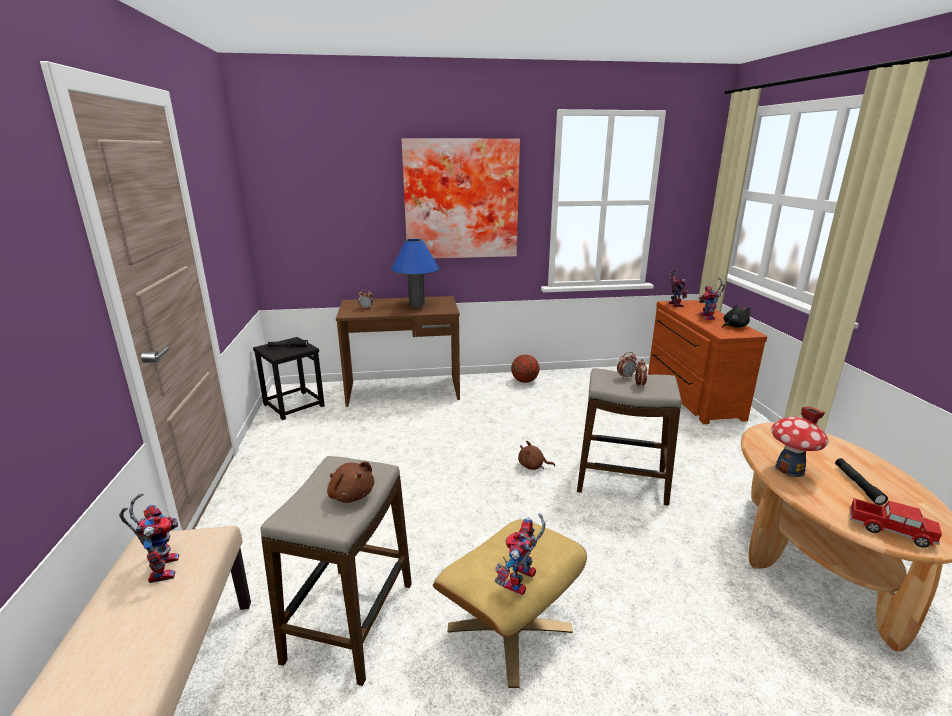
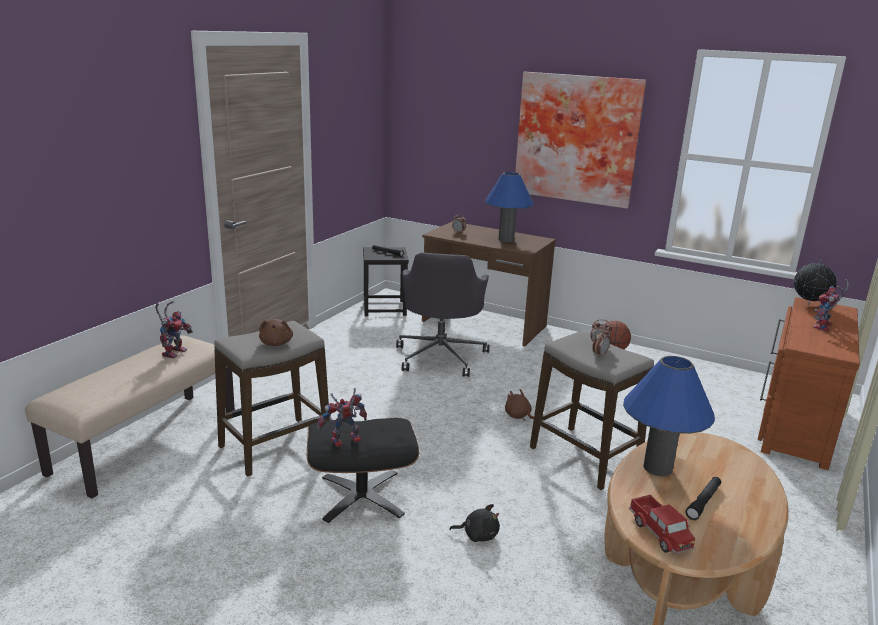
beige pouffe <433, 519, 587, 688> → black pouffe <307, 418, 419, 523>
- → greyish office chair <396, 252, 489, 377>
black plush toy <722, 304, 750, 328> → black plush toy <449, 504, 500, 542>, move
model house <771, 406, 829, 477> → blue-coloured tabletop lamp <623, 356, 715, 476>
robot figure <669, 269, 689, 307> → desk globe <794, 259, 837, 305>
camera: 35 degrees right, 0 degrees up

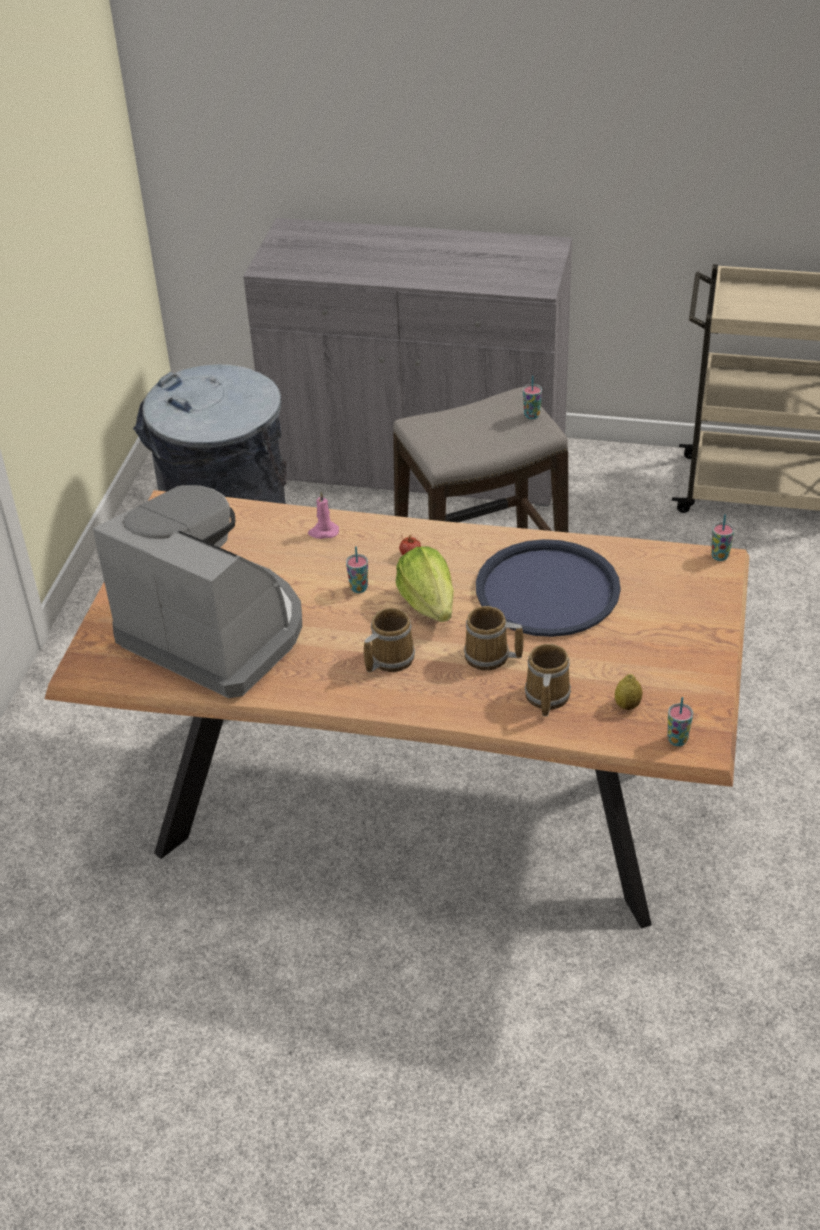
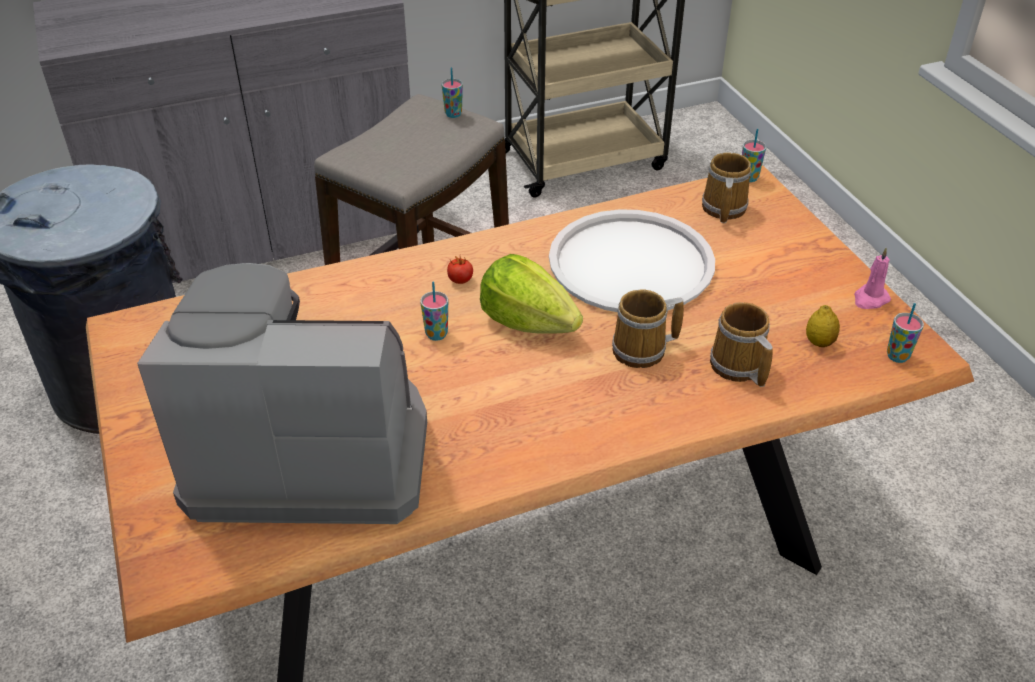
blue-coloured carrying tray <476, 539, 621, 637> → white-coloured carrying tray <549, 209, 715, 312>
tea mug <364, 608, 415, 673> → tea mug <702, 152, 752, 223>, move
pinkish wax light <308, 492, 339, 539> → pinkish wax light <854, 248, 891, 309>, move
camera: 35 degrees left, 0 degrees up

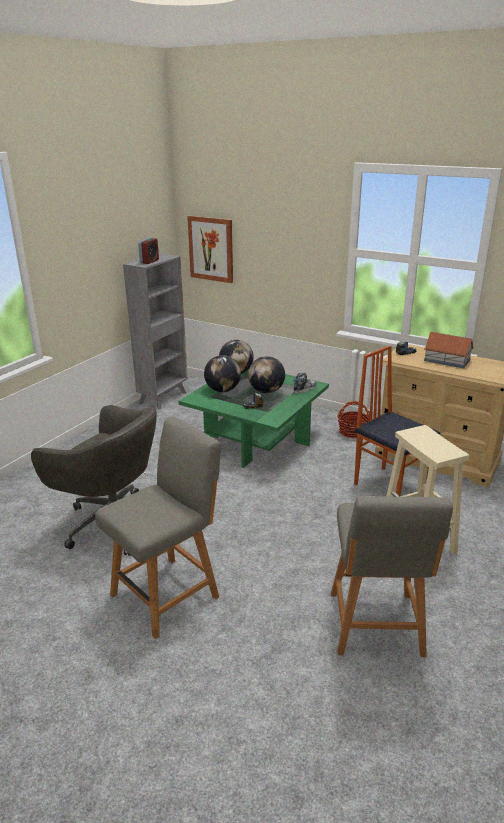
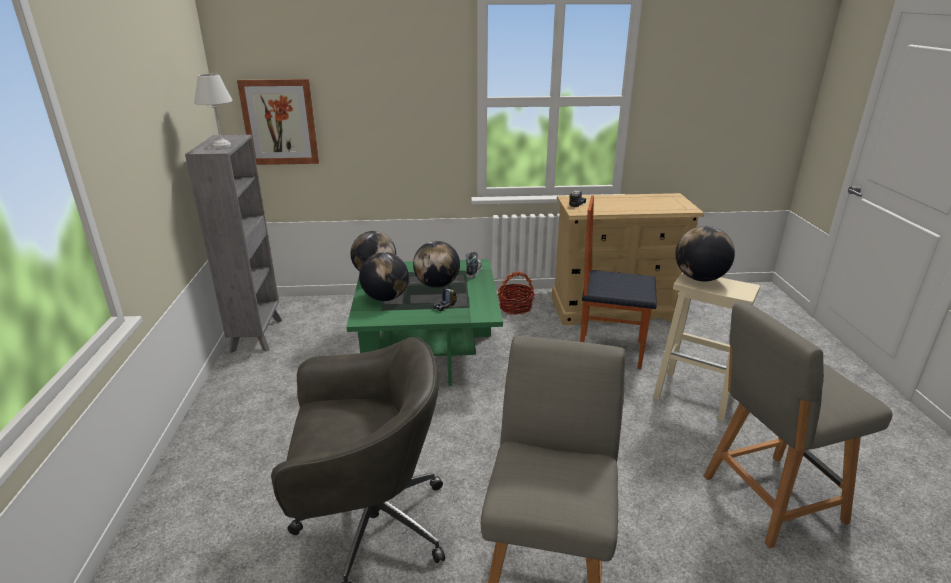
alarm clock <138, 237, 159, 264> → white-coloured tabletop lamp <194, 74, 233, 148>
- → desk globe <675, 226, 735, 281>
greyish plain chair <331, 496, 453, 657> → greyish plain chair <704, 301, 893, 548>, 105 degrees clockwise
model house <424, 332, 474, 369> → -
camera: 35 degrees left, 0 degrees up

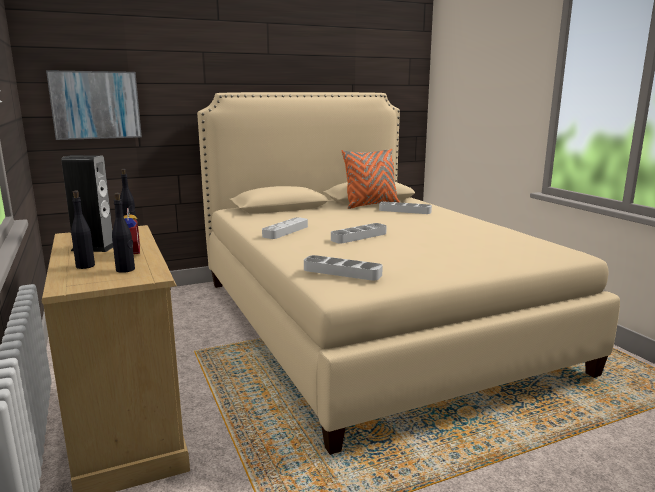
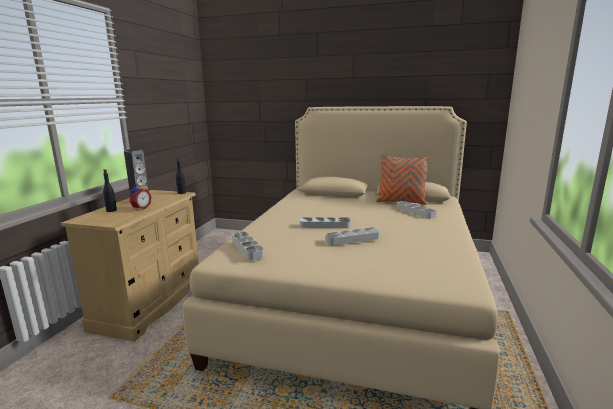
greyish carrying tray <262, 217, 308, 239> → greyish carrying tray <325, 227, 380, 246>, move
wall picture <46, 70, 142, 140> → -
black drink bottle <112, 193, 135, 273> → -
camera: 40 degrees right, 0 degrees up

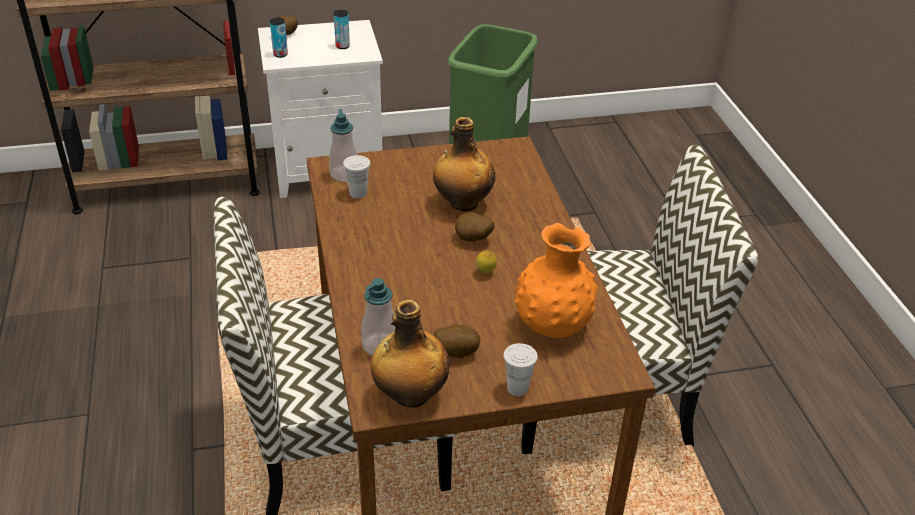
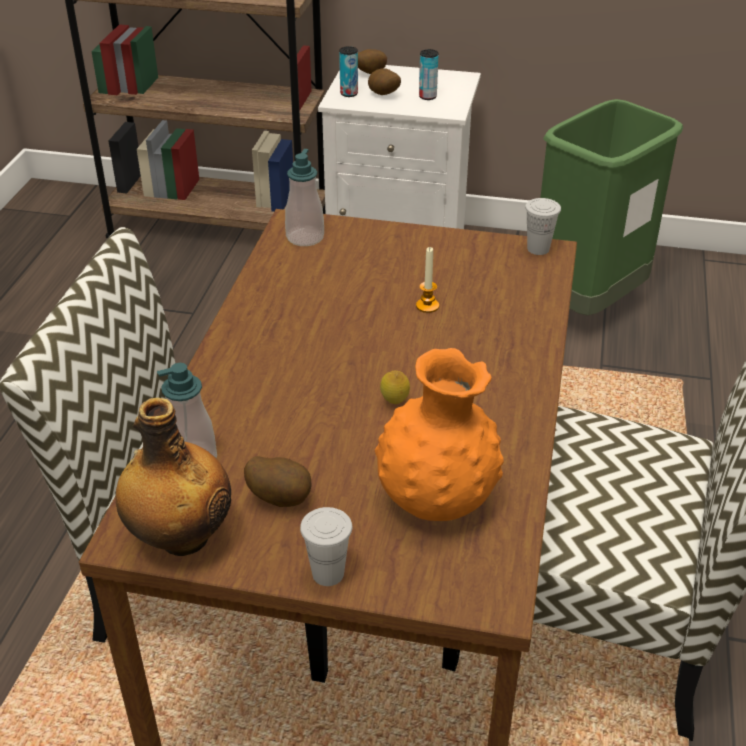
spud <455, 212, 495, 242> → spud <368, 68, 401, 95>, move
drink bottle <433, 117, 496, 212> → wax light <416, 247, 439, 313>
white-coloured small cup <343, 155, 370, 199> → white-coloured small cup <525, 198, 561, 255>, move
camera: 25 degrees right, 0 degrees up

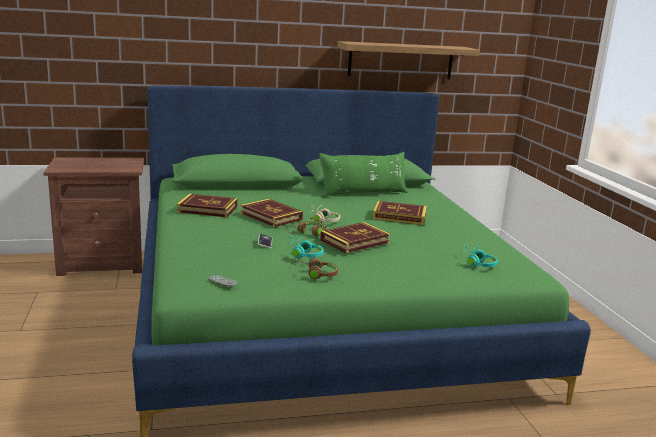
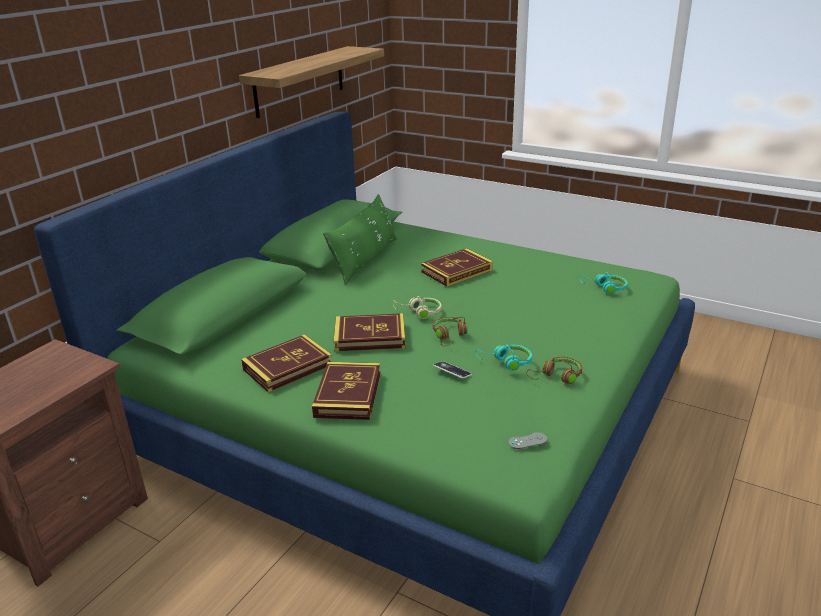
volume <320, 222, 391, 253> → volume <312, 362, 380, 420>, move
camera: 45 degrees left, 10 degrees up

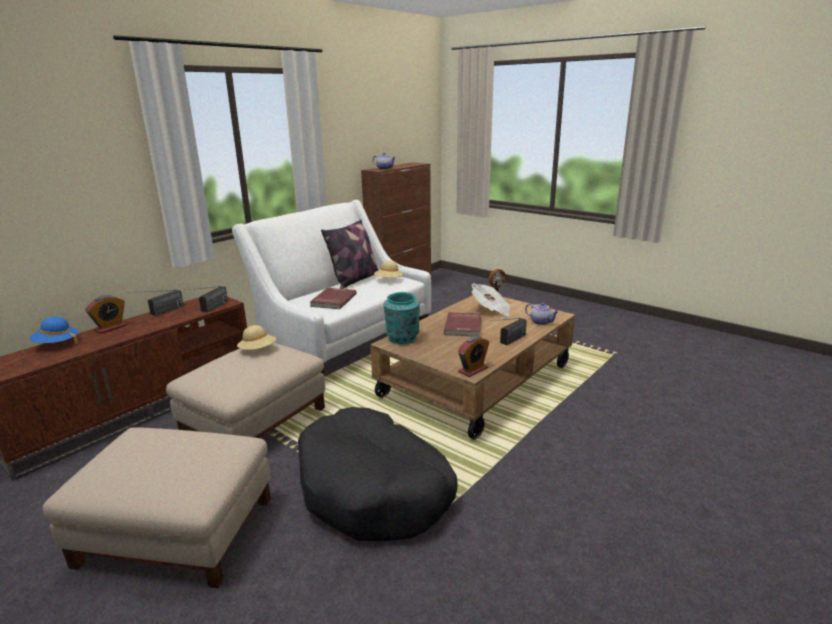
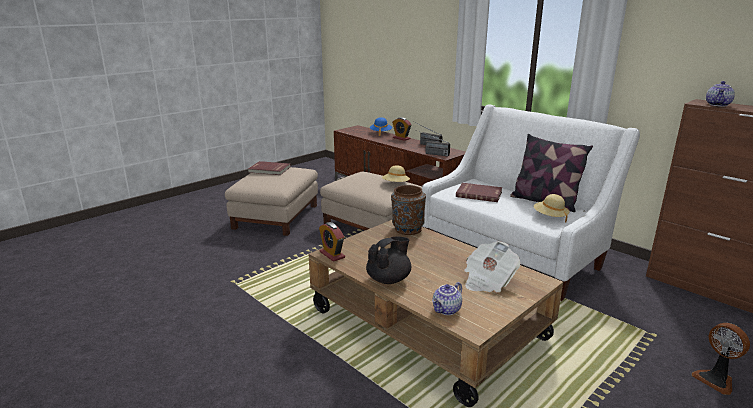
reddish volume <444, 312, 481, 336> → reddish volume <248, 161, 291, 175>, move
radio <491, 317, 527, 345> → black tea pot <366, 237, 411, 284>
turquoise-coloured vase <384, 292, 420, 344> → brownish vase <391, 185, 426, 235>
black pet bed <298, 407, 458, 541> → -
camera: 95 degrees right, 0 degrees up

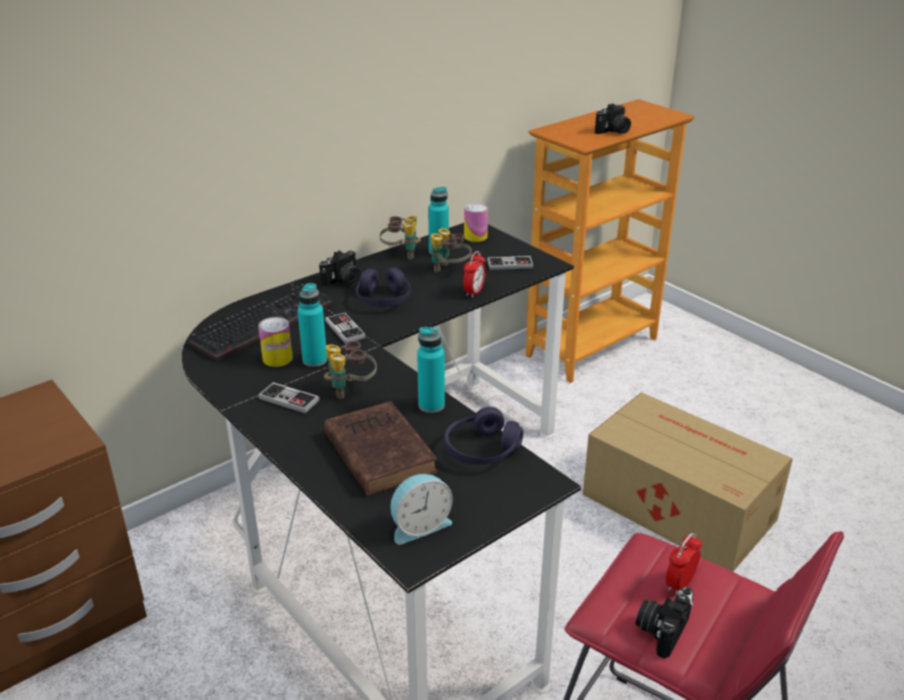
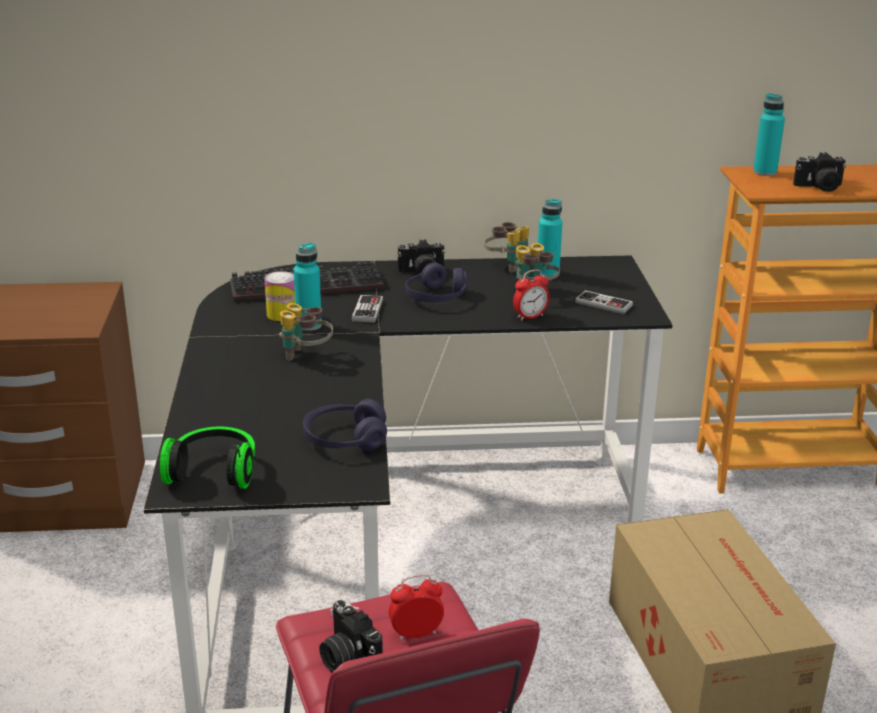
alarm clock <391, 474, 453, 545> → headphones <159, 427, 255, 489>
still camera <636, 587, 694, 658> → still camera <319, 600, 383, 672>, 105 degrees counterclockwise
turquoise-coloured drink bottle <417, 327, 445, 413> → turquoise-coloured drink bottle <753, 93, 785, 176>, move
game controller <258, 382, 320, 413> → -
brownish volume <324, 401, 438, 496> → -
can <464, 203, 488, 242> → -
camera: 35 degrees right, 5 degrees down

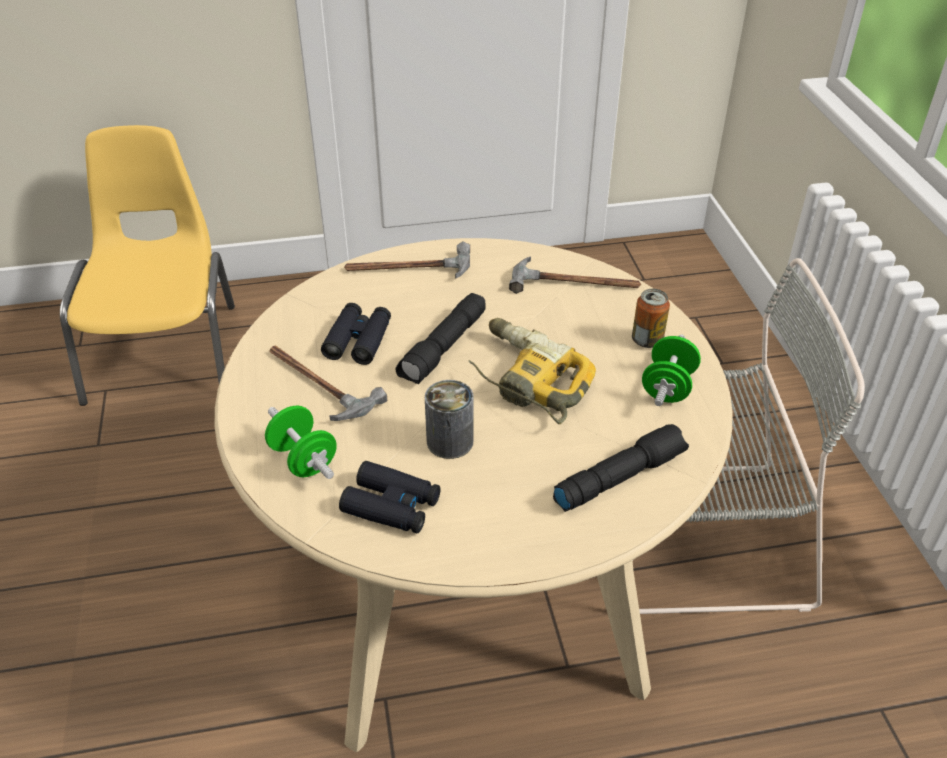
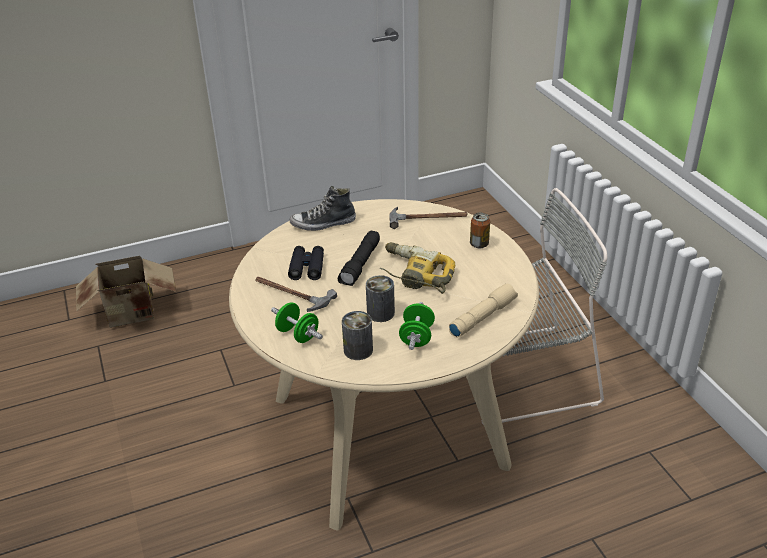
yellow plain chair <60, 125, 235, 406> → cardboard box <76, 256, 176, 328>
hammer <344, 241, 470, 278> → low shoe <290, 186, 356, 231>
black pair of binoculars <339, 461, 441, 533> → can <342, 311, 373, 360>
green free weight <642, 335, 701, 406> → green free weight <399, 302, 435, 350>, move
black torch <553, 424, 689, 512> → beige torch <449, 283, 518, 338>
camera: 10 degrees left, 5 degrees down

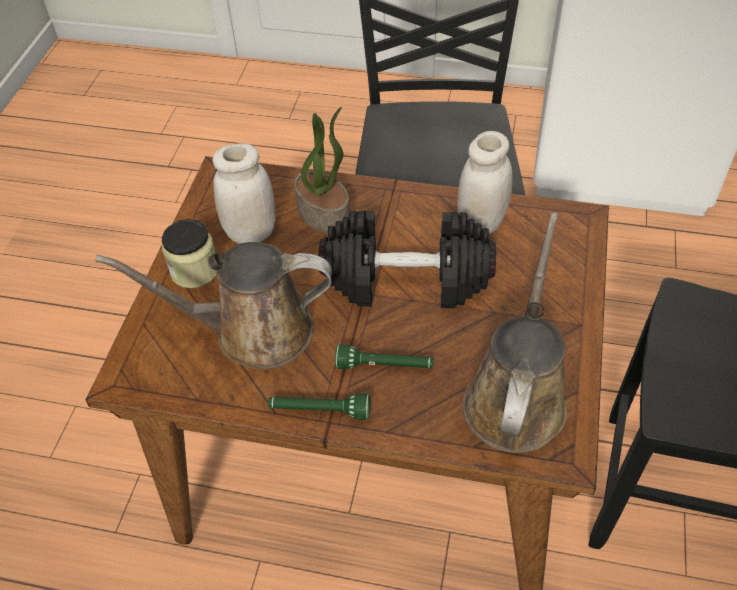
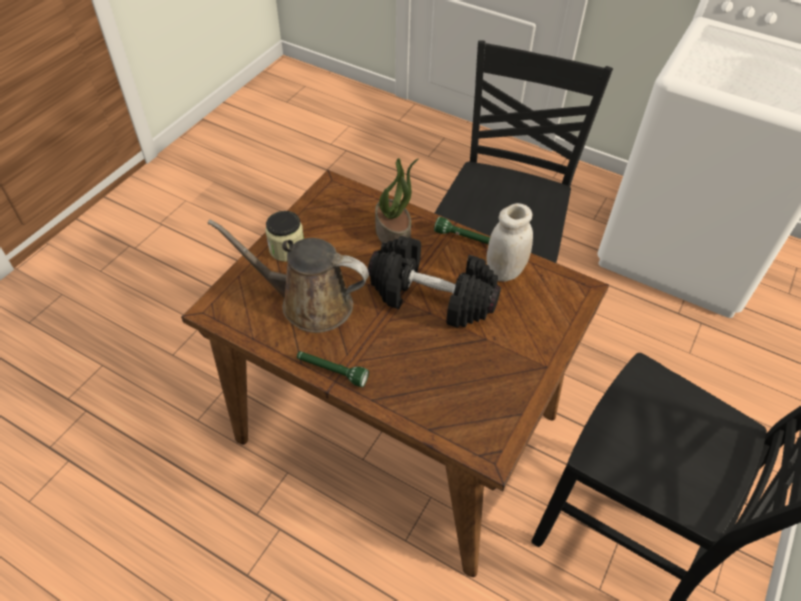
green torch <335, 344, 434, 369> → green torch <434, 217, 490, 244>, move
white-coloured preserve jar <213, 143, 275, 244> → -
brownish sprinkling can <463, 213, 567, 453> → -
camera: 15 degrees right, 0 degrees up

